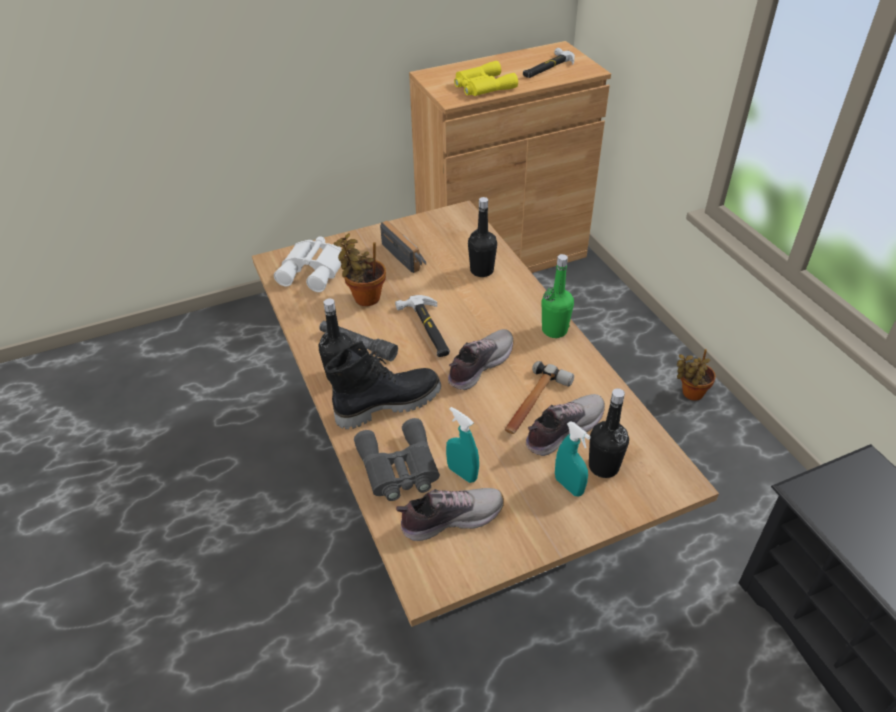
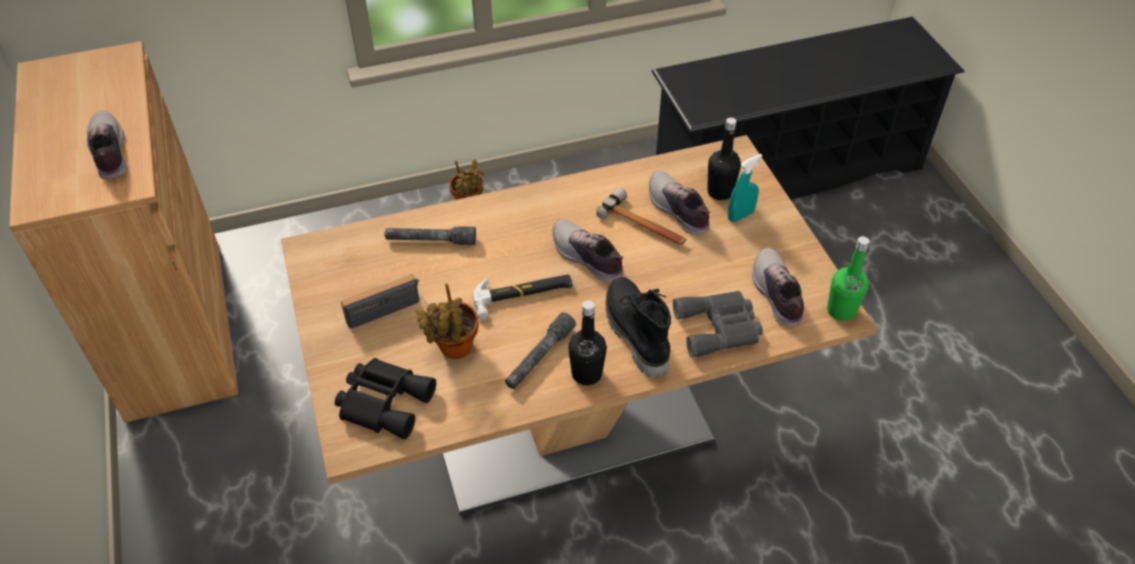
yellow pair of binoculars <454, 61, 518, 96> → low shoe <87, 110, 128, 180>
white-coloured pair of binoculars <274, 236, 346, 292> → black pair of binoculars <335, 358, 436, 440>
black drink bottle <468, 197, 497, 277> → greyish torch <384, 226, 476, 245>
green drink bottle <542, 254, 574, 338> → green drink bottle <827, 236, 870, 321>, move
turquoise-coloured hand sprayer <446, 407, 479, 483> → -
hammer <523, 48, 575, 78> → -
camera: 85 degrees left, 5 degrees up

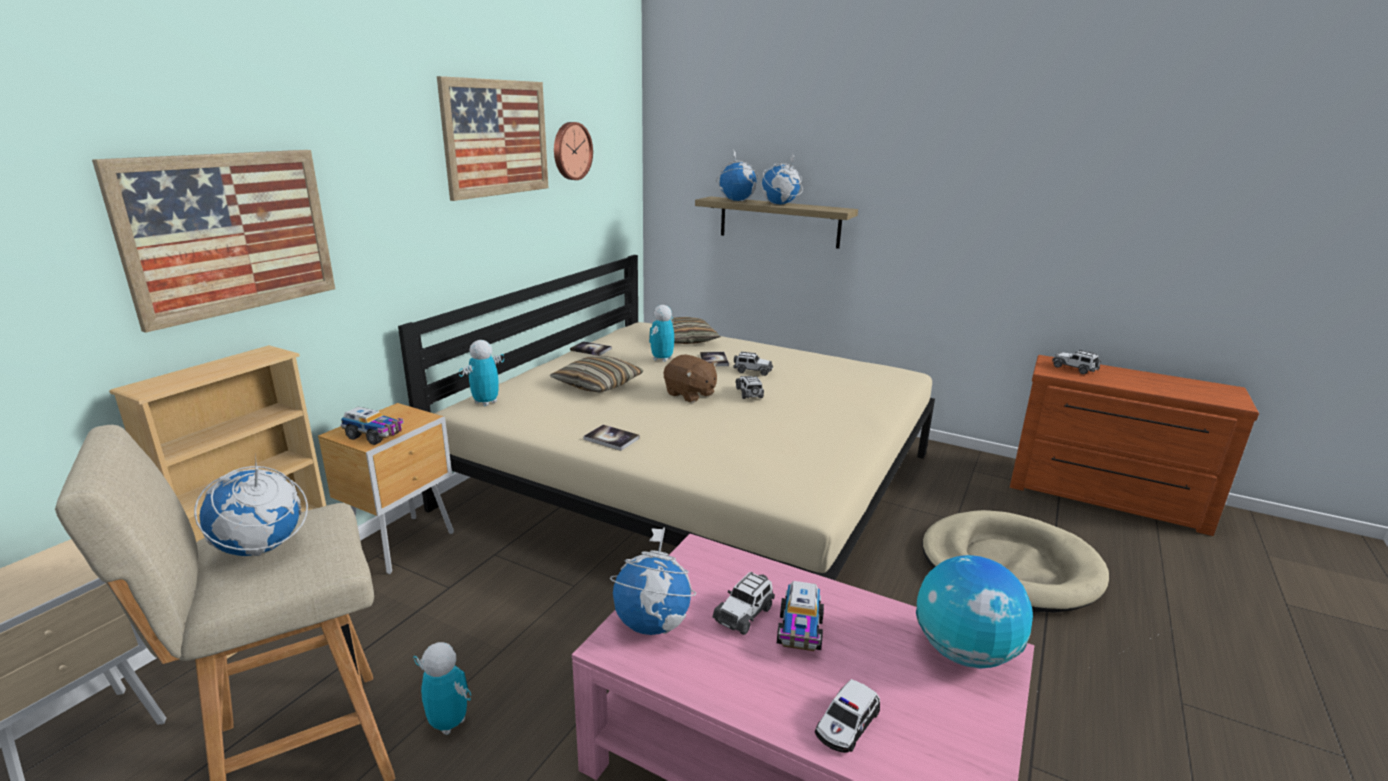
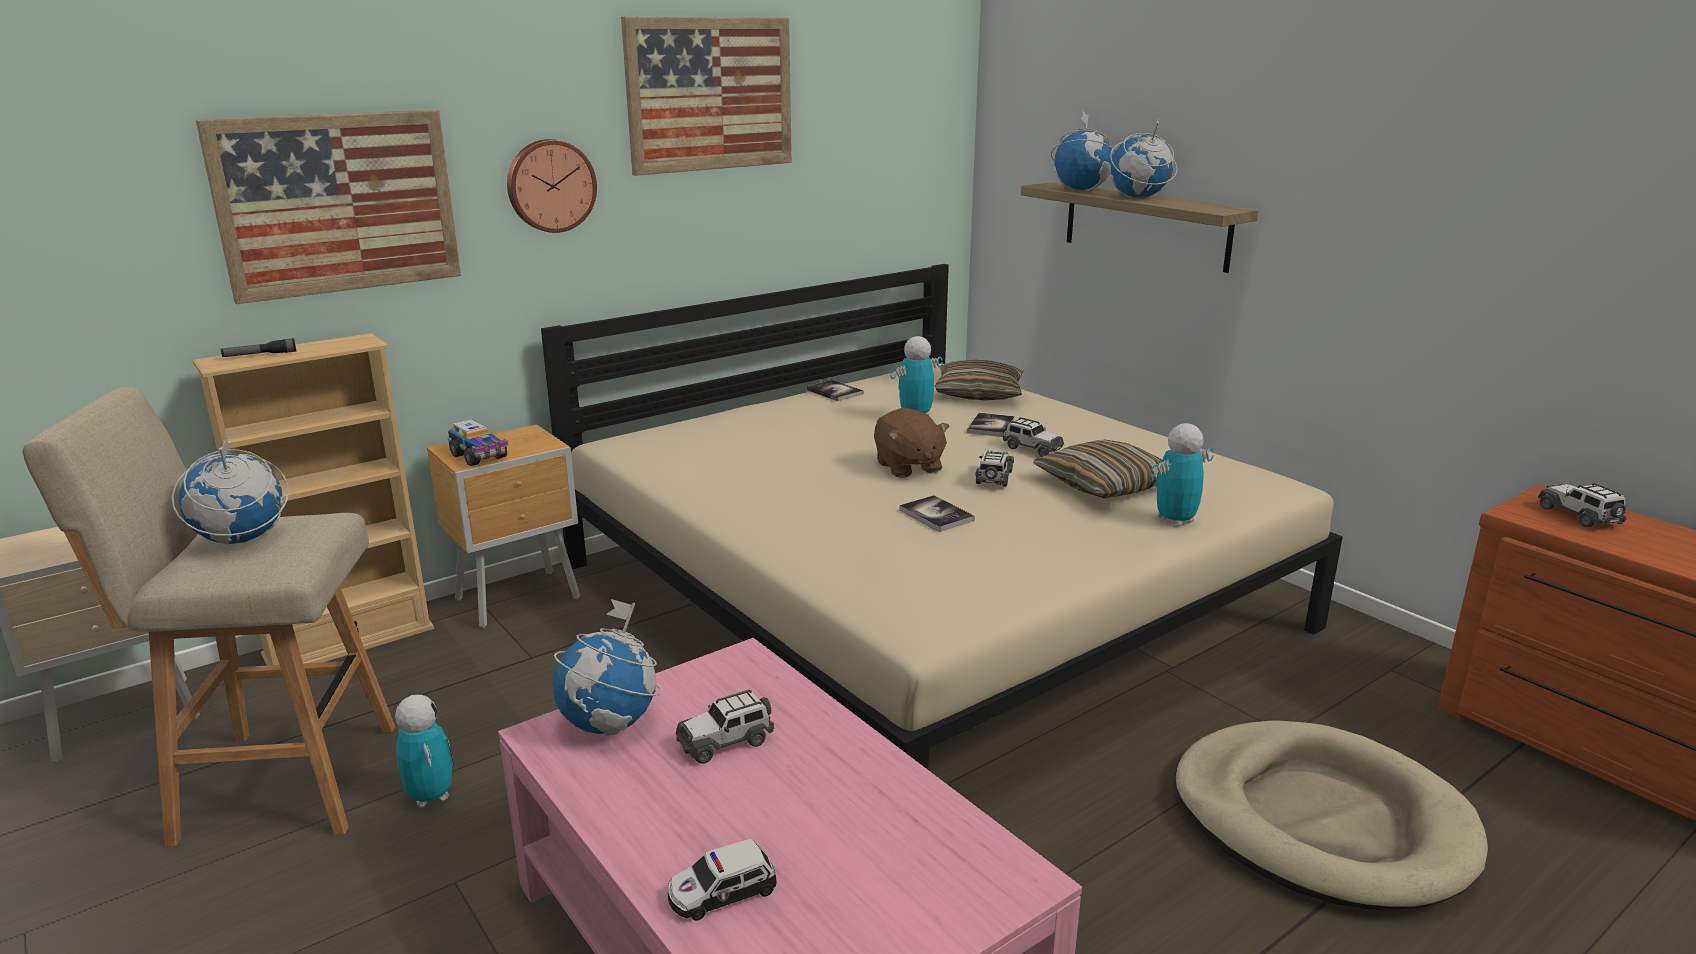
- → torch <221, 338, 296, 357>
hanging clock <554, 122, 593, 180> → hanging clock <507, 139, 597, 233>, move
volume <583, 425, 640, 451> → volume <899, 495, 975, 532>, move
pillow <550, 356, 644, 393> → pillow <1033, 439, 1162, 498>, move
robot figure <459, 340, 504, 406> → robot figure <1150, 423, 1213, 527>, move
toy lorry <777, 581, 824, 652> → -
desk globe <916, 555, 1033, 669> → -
camera: 25 degrees right, 0 degrees up

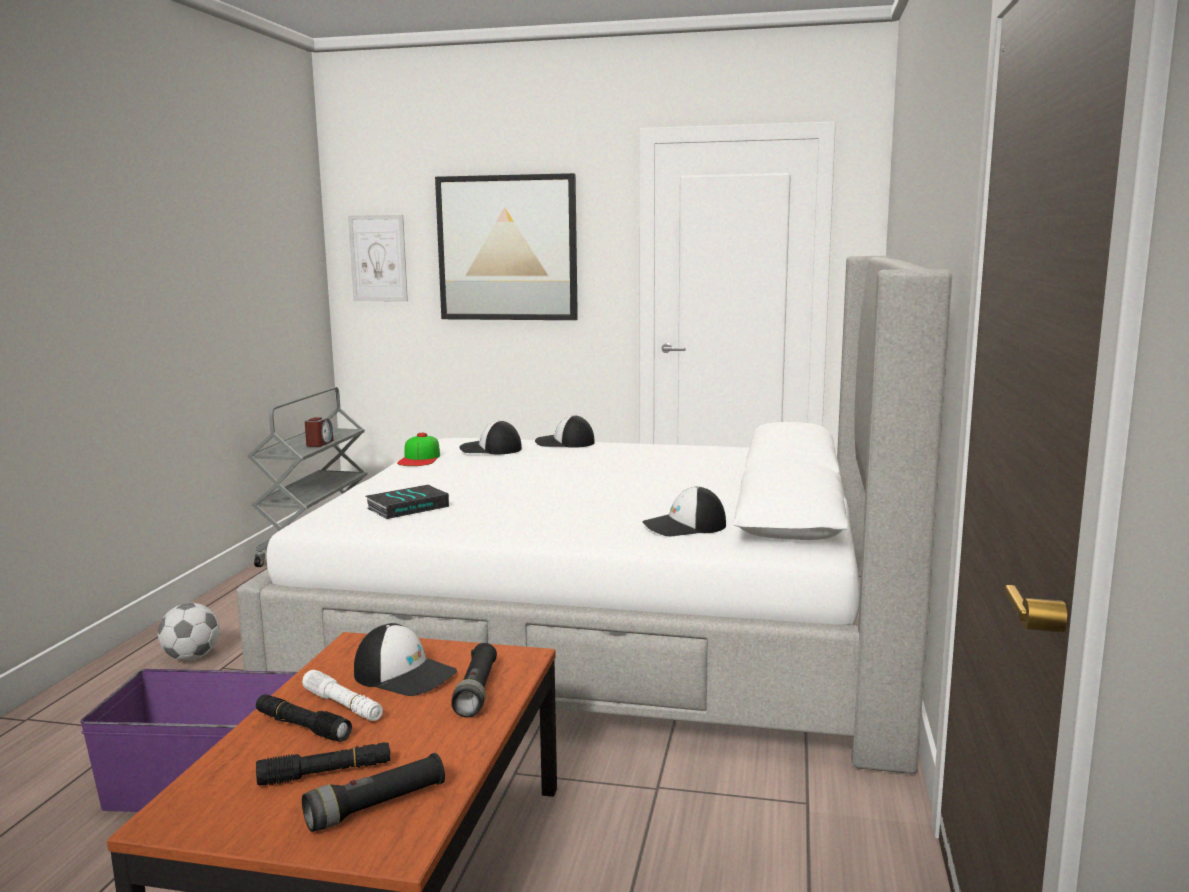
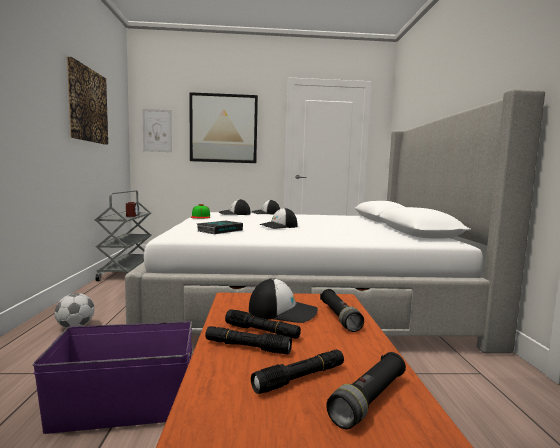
- → wall picture <67, 57, 108, 145>
white-coloured torch <302, 670, 383, 721> → black torch <225, 309, 301, 339>
baseball cap <642, 487, 726, 536> → baseball cap <259, 208, 297, 229>, move
camera: 15 degrees left, 5 degrees down

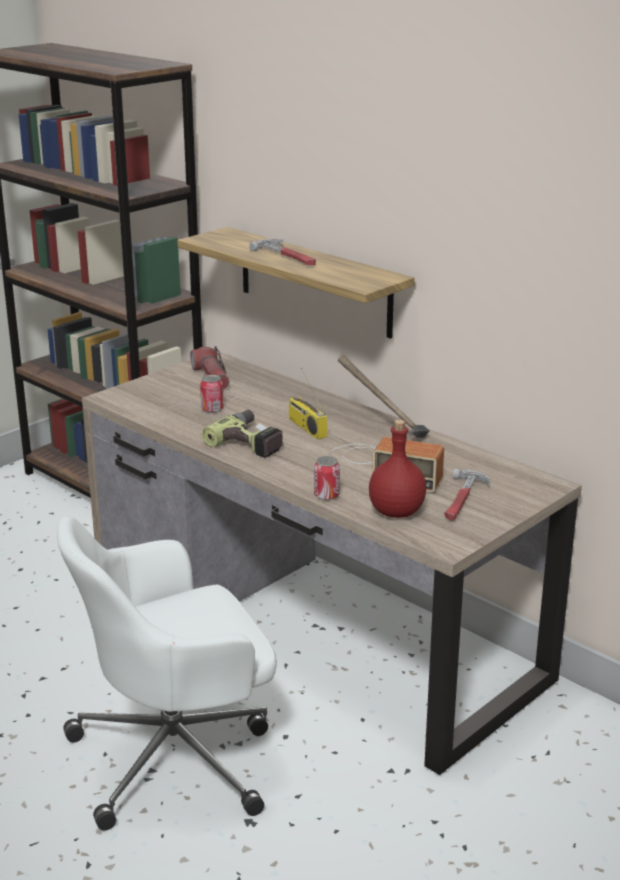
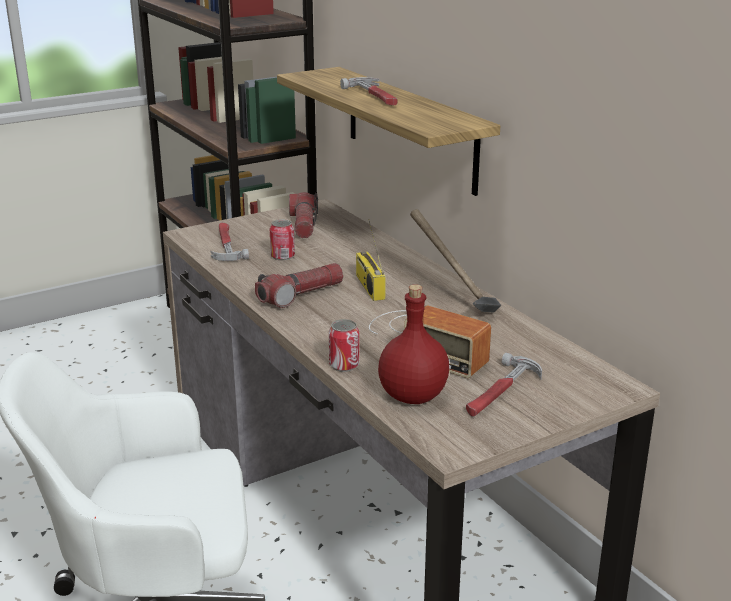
- → hammer <211, 223, 249, 261>
electric drill <202, 410, 283, 458> → torch <255, 263, 343, 308>
camera: 15 degrees right, 0 degrees up

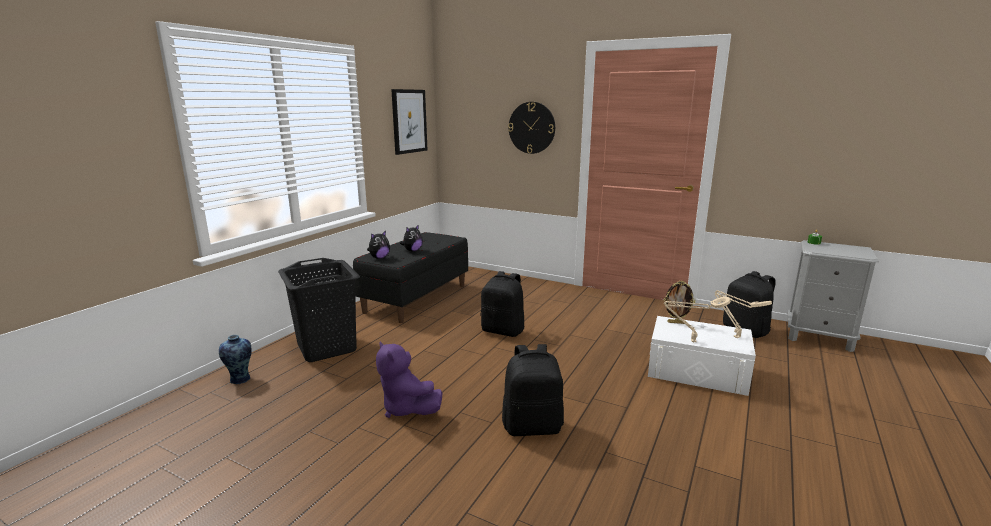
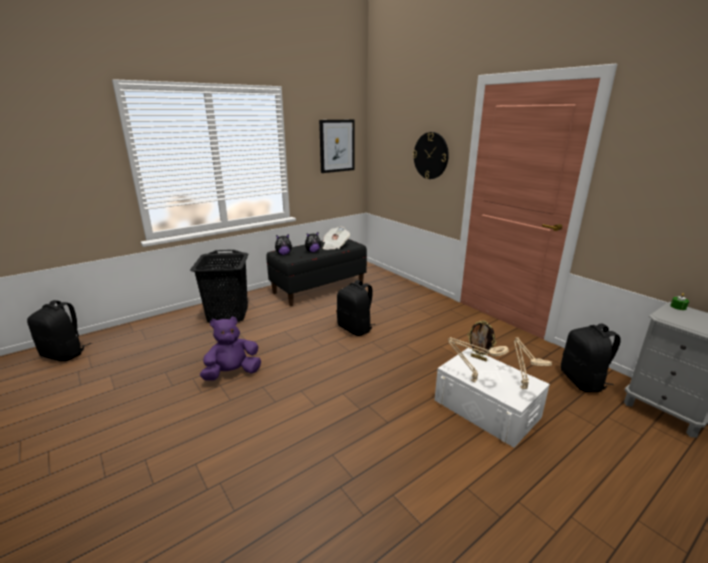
black knapsack <502, 344, 564, 436> → black knapsack <27, 300, 91, 362>, move
purple plush toy <376, 341, 443, 418> → purple plush toy <200, 317, 261, 381>, 75 degrees clockwise
- → newspaper <323, 227, 350, 250>
vase <219, 335, 252, 384> → -
camera: 25 degrees right, 5 degrees up

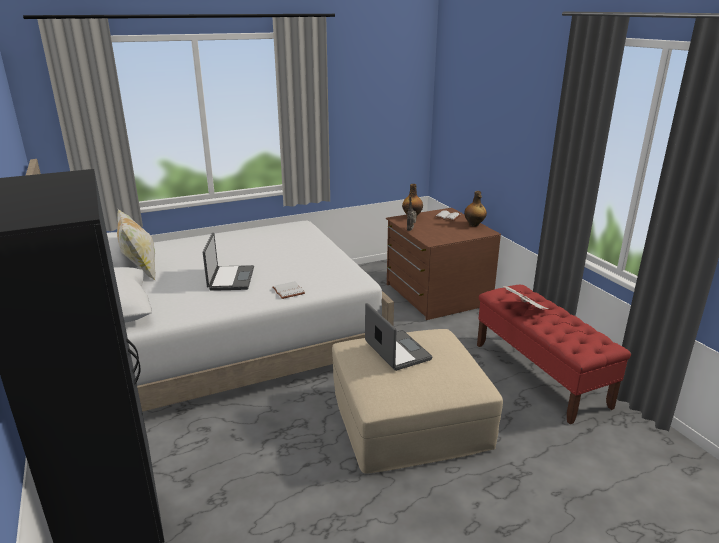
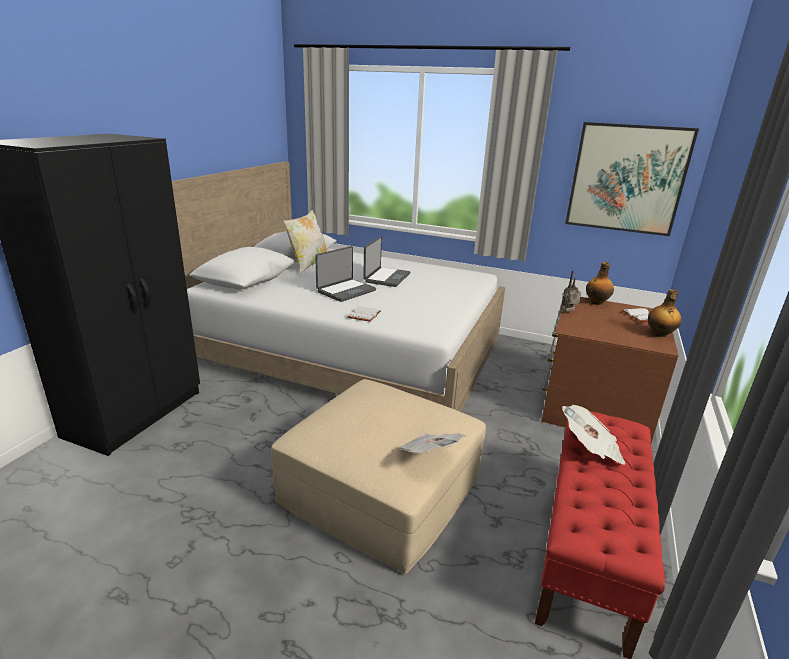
notebook computer <365, 303, 432, 371> → notebook computer <363, 236, 410, 287>, move
- → newspaper <399, 433, 467, 453>
- → wall picture <565, 122, 699, 236>
camera: 45 degrees right, 0 degrees up

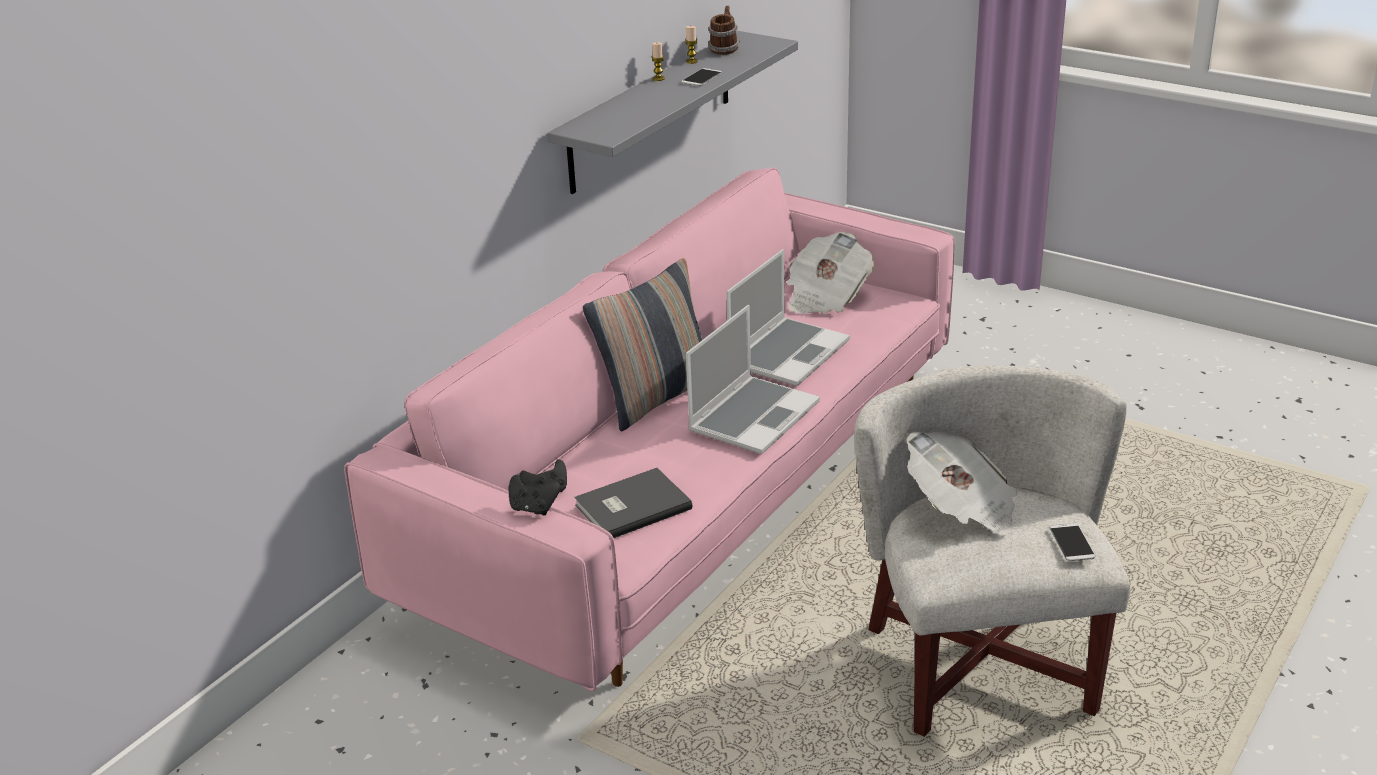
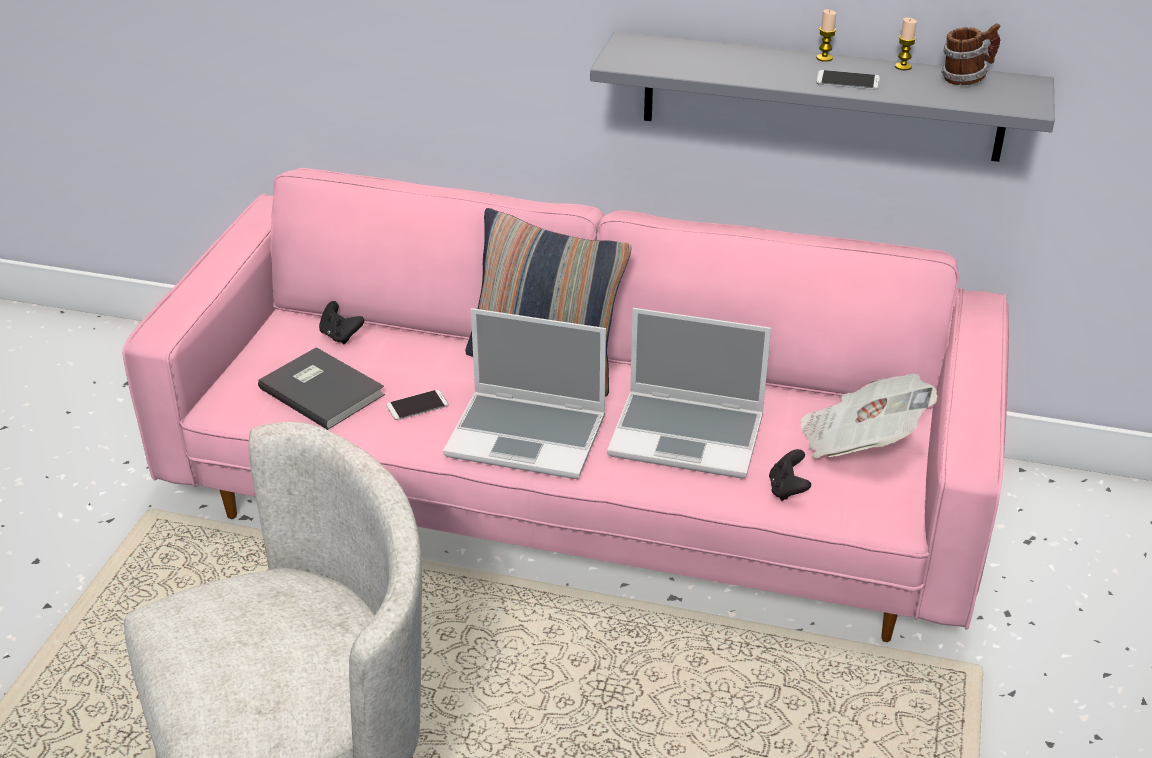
telephone <1050, 523, 1095, 561> → telephone <386, 390, 449, 420>, move
black game controller <509, 475, 561, 516> → black game controller <769, 449, 811, 501>, move
newspaper <907, 431, 1017, 535> → -
camera: 70 degrees right, 5 degrees up

